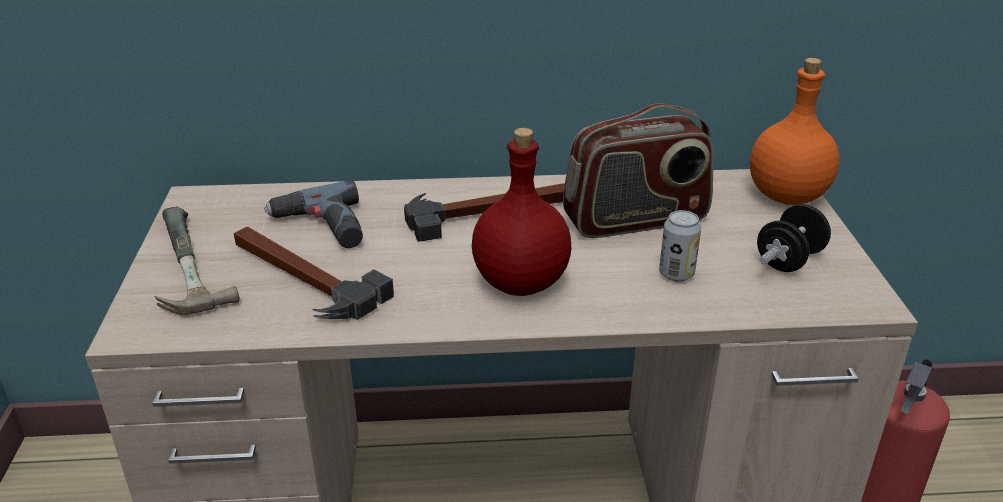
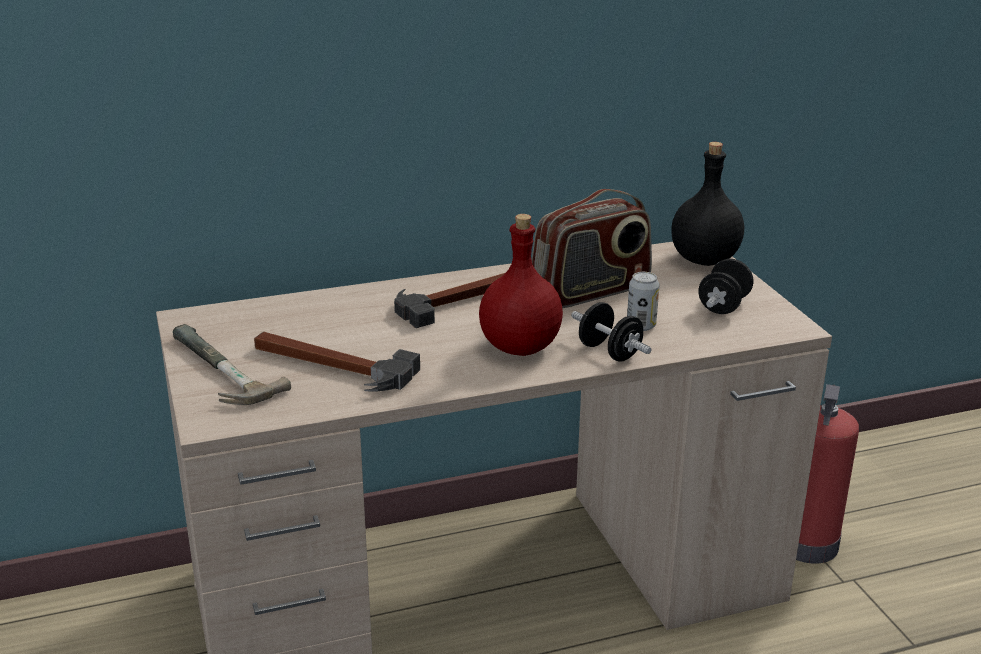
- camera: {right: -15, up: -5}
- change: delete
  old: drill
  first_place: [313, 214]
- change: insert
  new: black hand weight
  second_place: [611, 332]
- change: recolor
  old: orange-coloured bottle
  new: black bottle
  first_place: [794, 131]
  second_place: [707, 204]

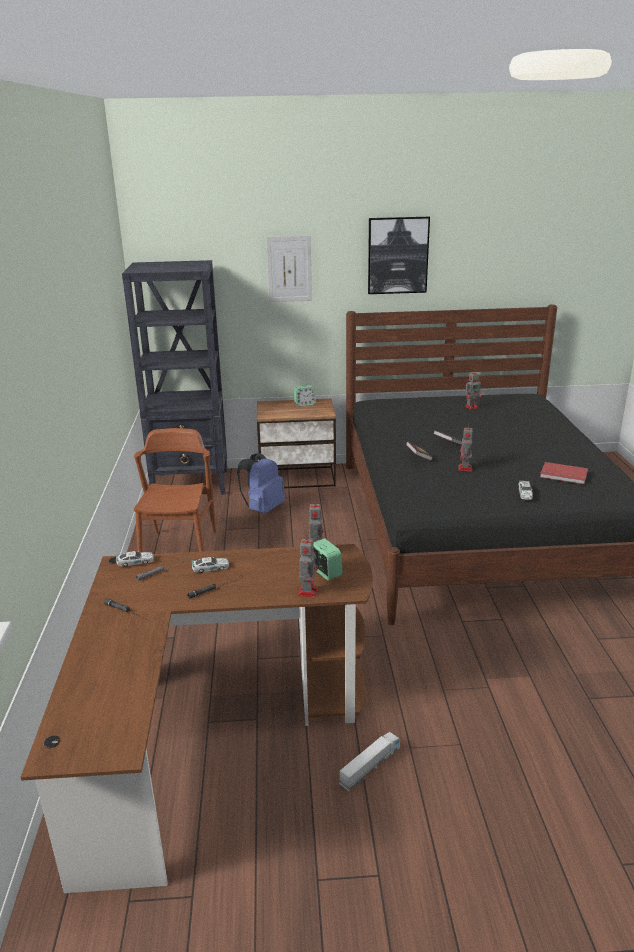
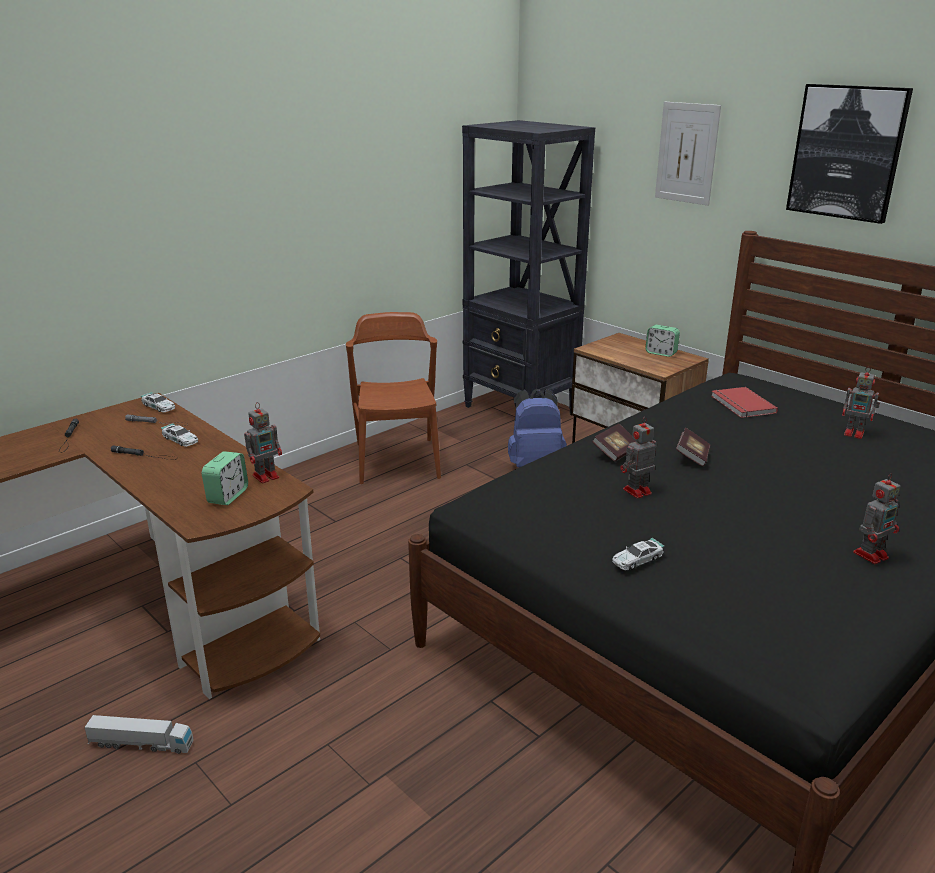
- camera: {right: 50, up: 0}
- change: move
  old: model robot
  first_place: [308, 566]
  second_place: [876, 518]
- change: move
  old: red volume
  first_place: [564, 473]
  second_place: [744, 402]
- change: rotate
  old: brown plain chair
  first_place: [175, 490]
  second_place: [393, 398]
  degrees: -60

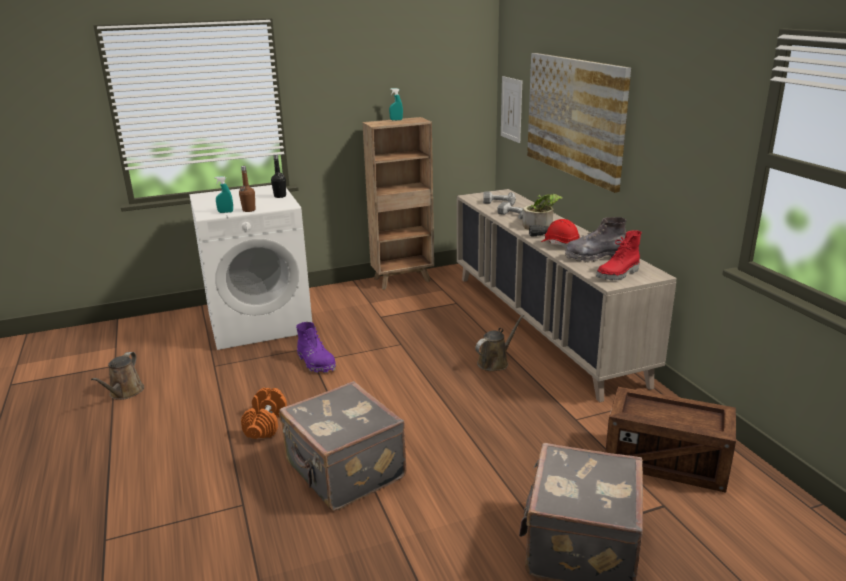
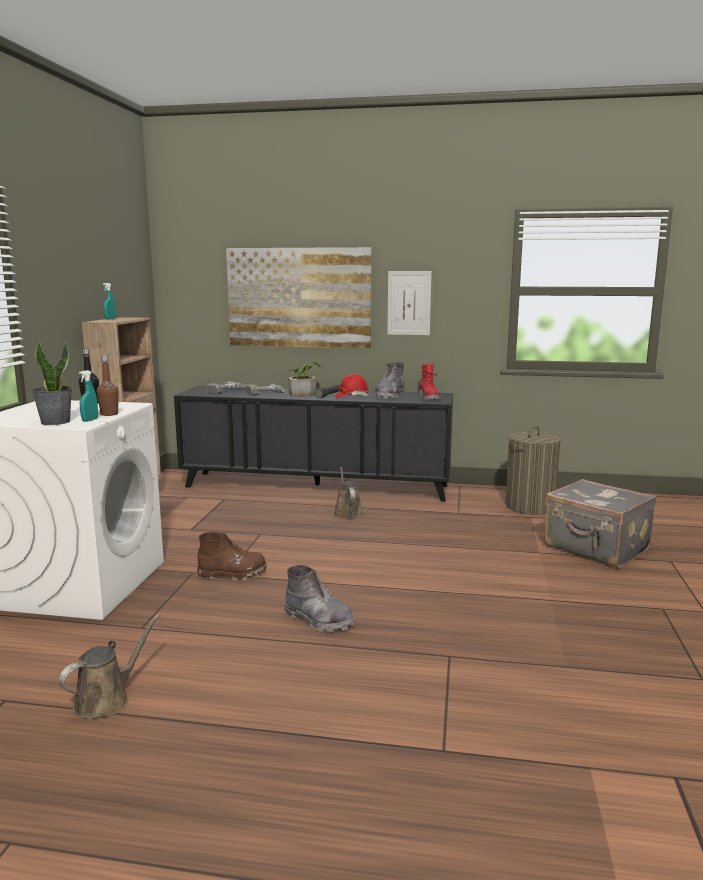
- camera: {right: -60, up: -10}
- change: delete
  old: grey piece of luggage
  first_place: [342, 446]
- change: insert
  new: houseplant
  second_place: [51, 383]
- change: move
  old: wall art
  first_place: [511, 109]
  second_place: [409, 303]
- change: replace
  old: orange-coloured hand weight
  new: grey high-top boot
  first_place: [264, 413]
  second_place: [319, 598]
- change: replace
  old: crate
  new: laundry basket
  first_place: [670, 440]
  second_place: [533, 470]
- change: recolor
  old: purple high-top boot
  new: brown high-top boot
  first_place: [316, 347]
  second_place: [232, 556]
- change: recolor
  old: sand-coloured cabinet
  new: black cabinet
  first_place: [567, 295]
  second_place: [313, 444]
- change: rotate
  old: brown sprinkling can
  first_place: [117, 376]
  second_place: [109, 667]
  degrees: -90

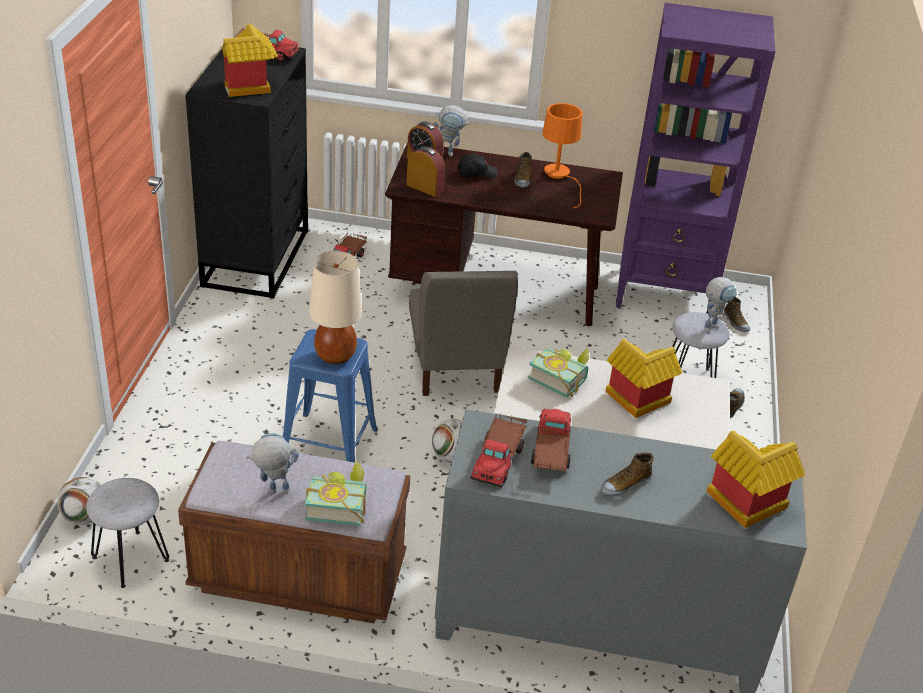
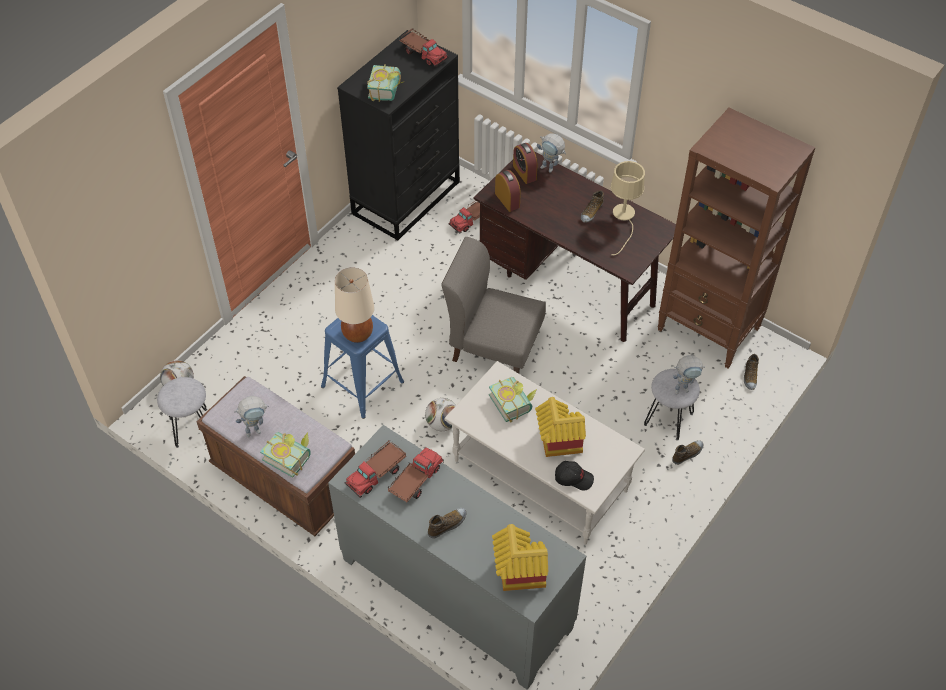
- camera: {right: 30, up: 15}
- change: move
  old: black cap
  first_place: [478, 166]
  second_place: [574, 476]
- change: replace
  old: toy house
  new: volume
  first_place: [250, 60]
  second_place: [386, 83]
- change: recolor
  old: orange-coloured tabletop lamp
  new: sand-coloured tabletop lamp
  first_place: [562, 155]
  second_place: [628, 208]
- change: recolor
  old: purple bookcase
  new: brown bookcase
  first_place: [696, 158]
  second_place: [736, 238]
- change: rotate
  old: model robot
  first_place: [272, 463]
  second_place: [251, 417]
  degrees: 135
- change: rotate
  old: grey plain chair
  first_place: [463, 333]
  second_place: [493, 305]
  degrees: 90
- change: rotate
  old: item of footwear
  first_place: [627, 474]
  second_place: [447, 523]
  degrees: 150

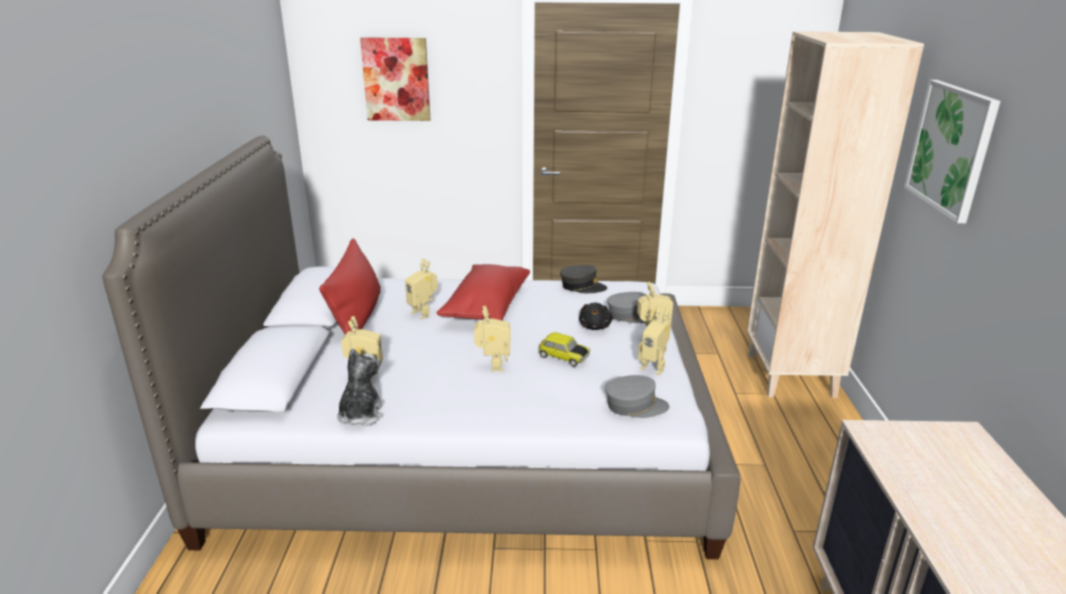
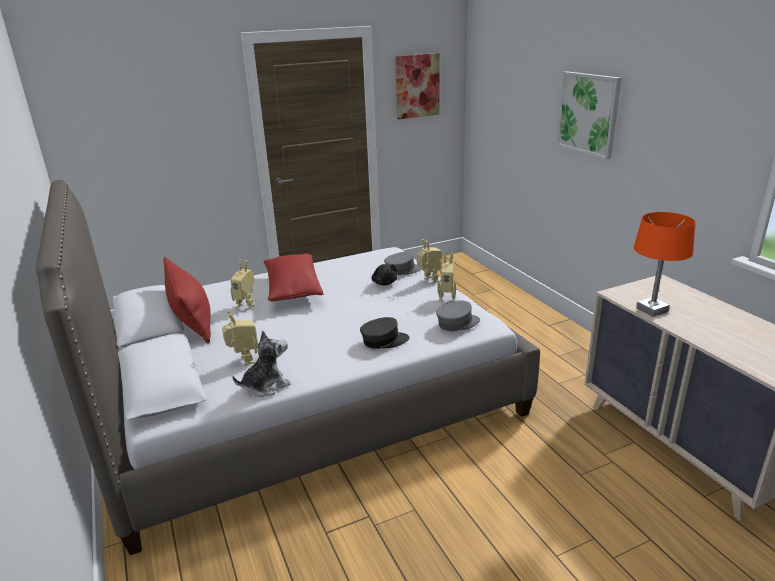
- camera: {right: -25, up: 0}
- change: delete
  old: model robot
  first_place: [492, 339]
- change: delete
  old: miniature car
  first_place: [564, 349]
- change: delete
  old: sand-coloured bookcase
  first_place: [835, 214]
- change: insert
  new: orange-coloured tabletop lamp
  second_place: [665, 264]
- change: move
  old: wall art
  first_place: [395, 79]
  second_place: [417, 86]
- change: move
  old: grey cap
  first_place: [583, 279]
  second_place: [385, 333]
- change: rotate
  old: cuddly toy
  first_place: [361, 387]
  second_place: [261, 364]
  degrees: 75

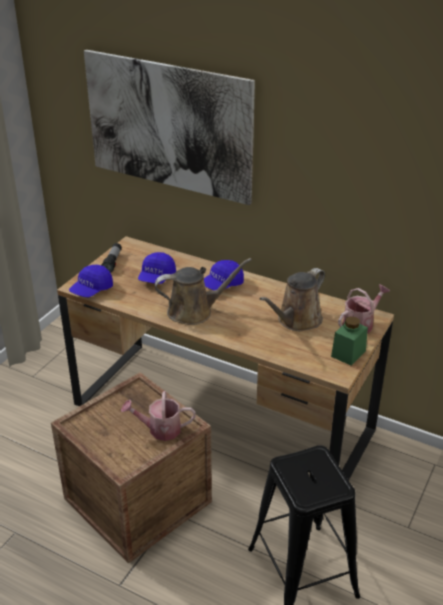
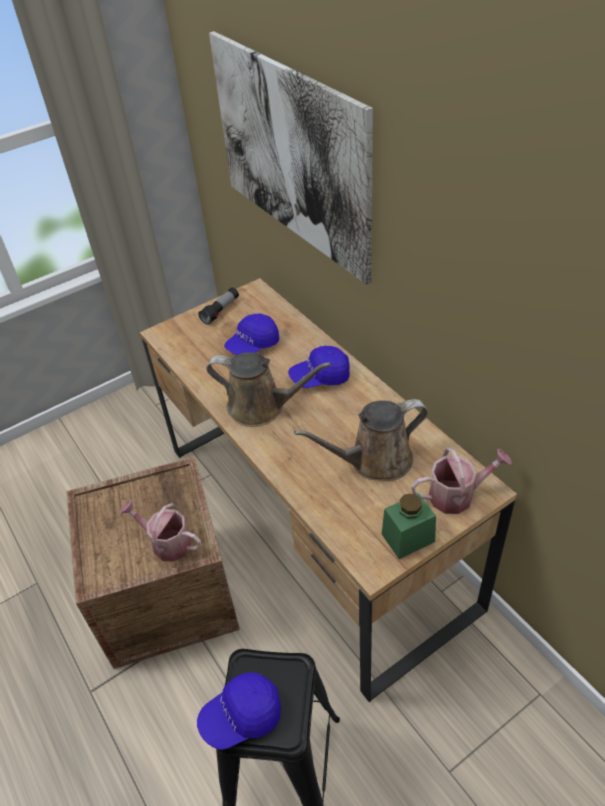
- camera: {right: 30, up: 10}
- change: move
  old: blue cap
  first_place: [91, 281]
  second_place: [239, 711]

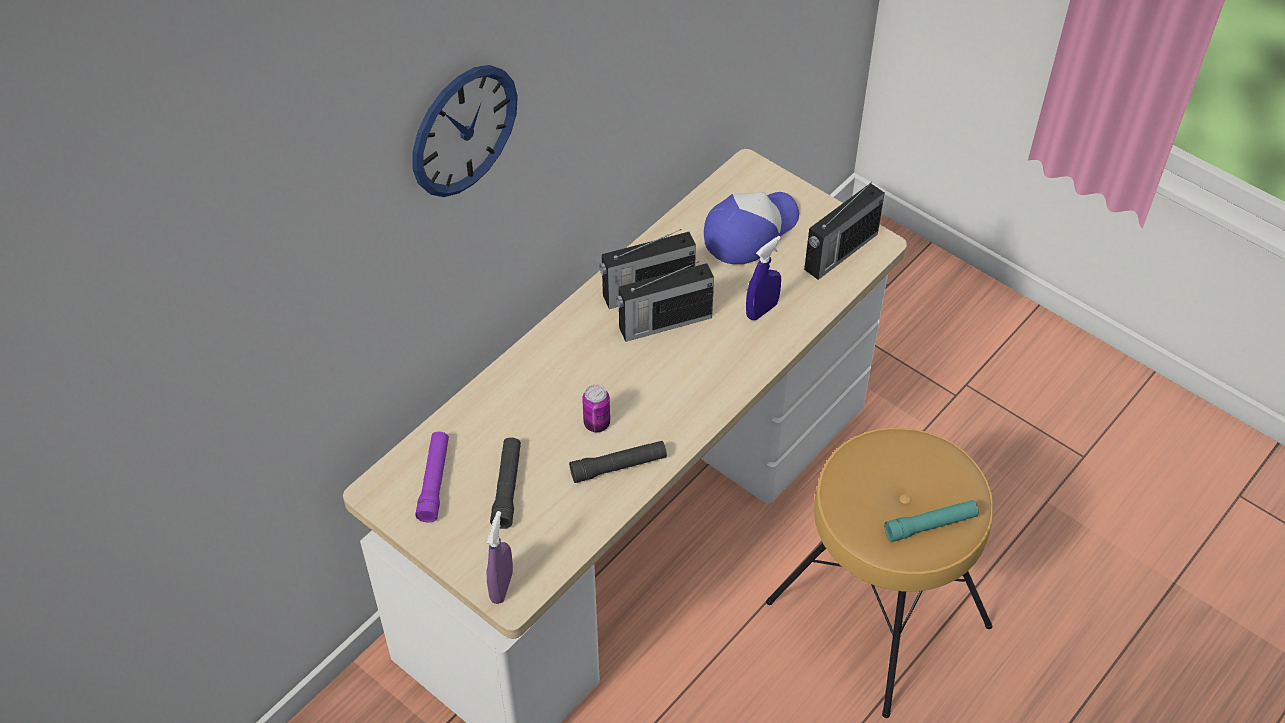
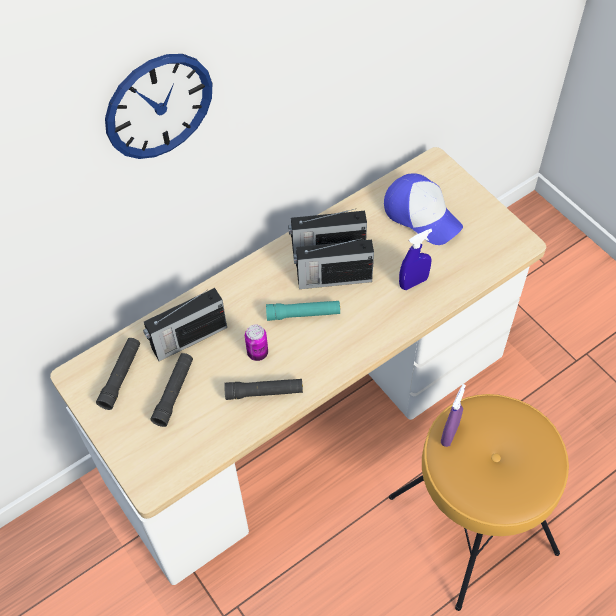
- camera: {right: 15, up: 5}
- change: move
  old: purple spray bottle
  first_place: [500, 557]
  second_place: [453, 415]
- change: move
  old: radio set
  first_place: [844, 231]
  second_place: [185, 324]
- change: move
  old: turquoise hand torch
  first_place: [931, 521]
  second_place: [303, 311]
- change: recolor
  old: purple hand torch
  new: black hand torch
  first_place: [432, 477]
  second_place: [118, 374]
- change: rotate
  old: cap
  first_place: [751, 228]
  second_place: [423, 209]
  degrees: 75

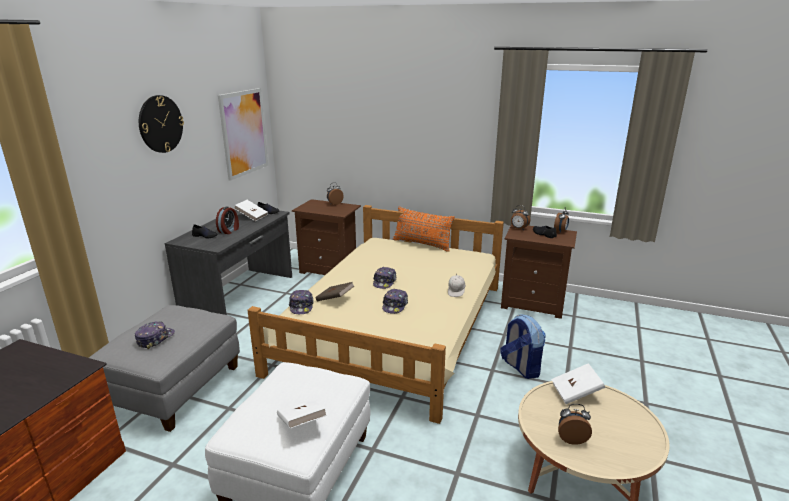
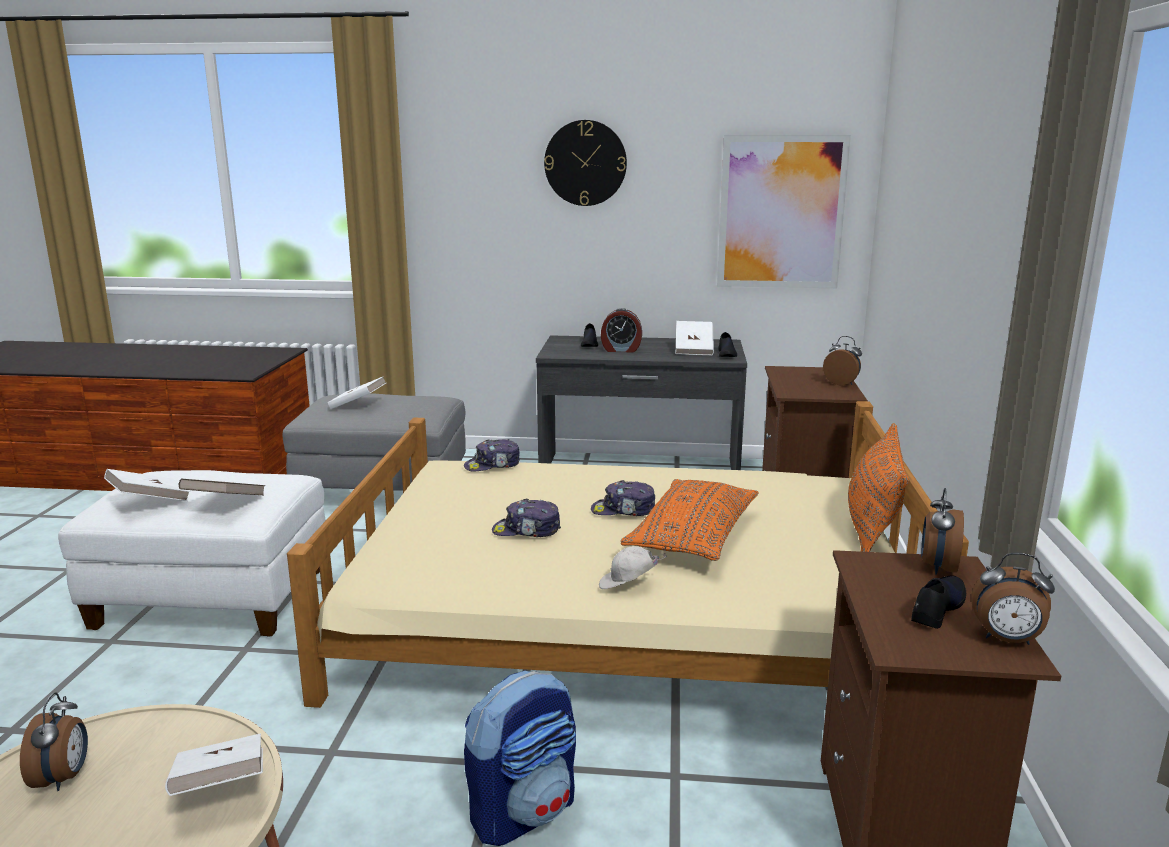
- camera: {right: 75, up: -5}
- change: insert
  new: orange-coloured pillow
  second_place: [690, 520]
- change: move
  old: brown volume
  first_place: [335, 291]
  second_place: [222, 487]
- change: replace
  old: cap
  new: whitish volume
  first_place: [155, 335]
  second_place: [357, 392]

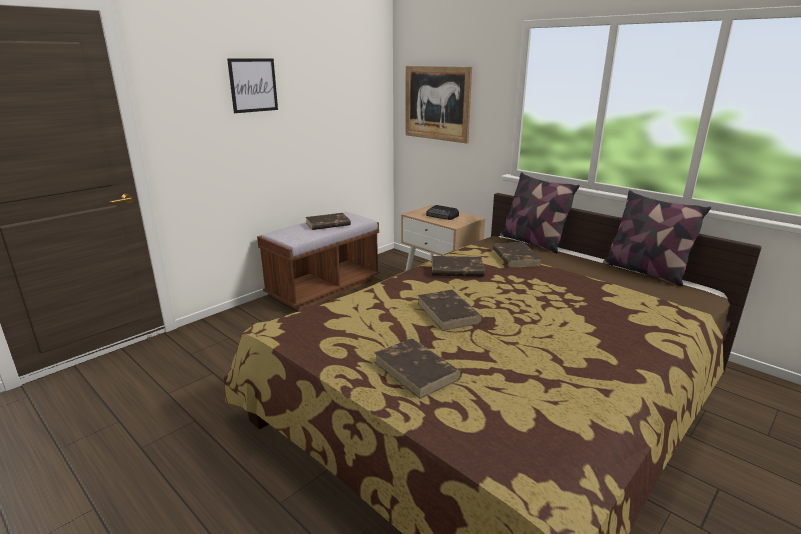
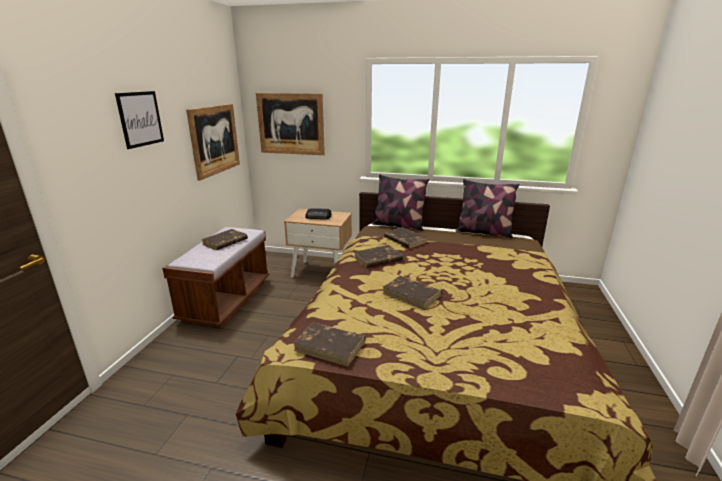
- camera: {right: -30, up: 0}
- change: insert
  new: wall art
  second_place: [213, 142]
- change: move
  old: brown volume
  first_place: [418, 368]
  second_place: [330, 344]

